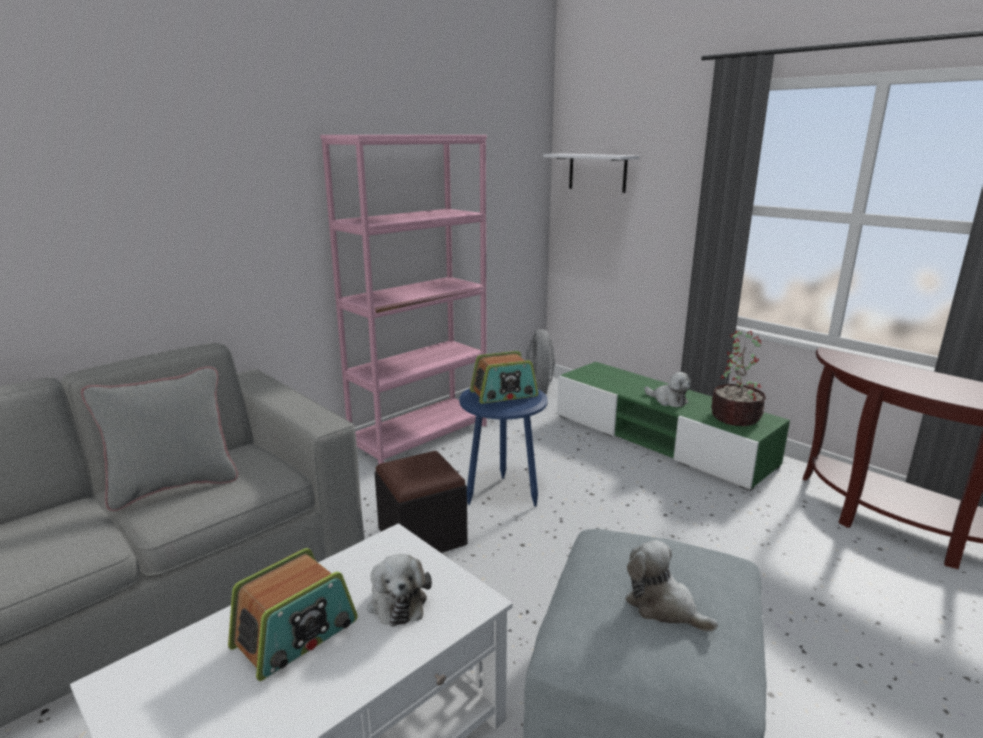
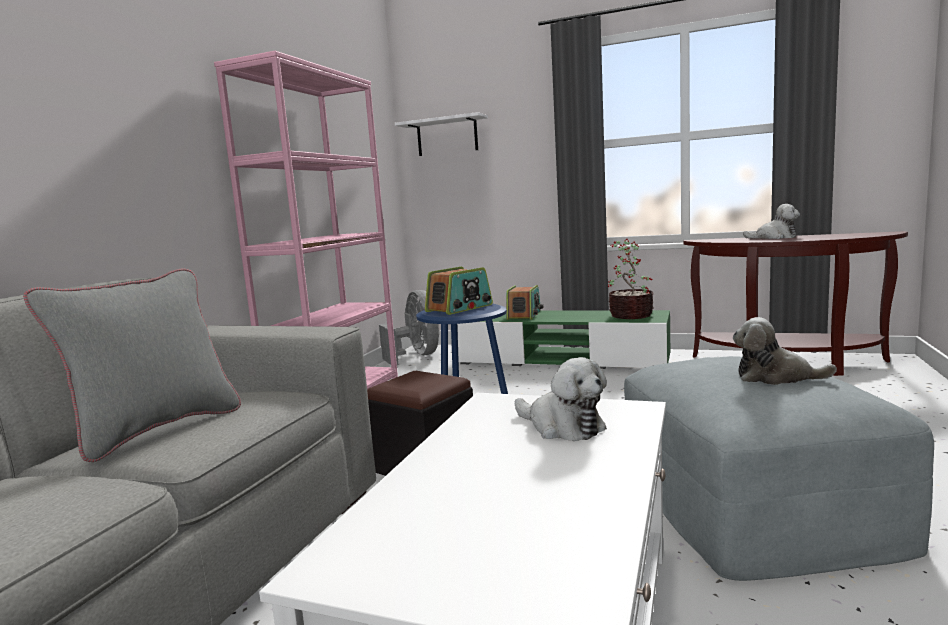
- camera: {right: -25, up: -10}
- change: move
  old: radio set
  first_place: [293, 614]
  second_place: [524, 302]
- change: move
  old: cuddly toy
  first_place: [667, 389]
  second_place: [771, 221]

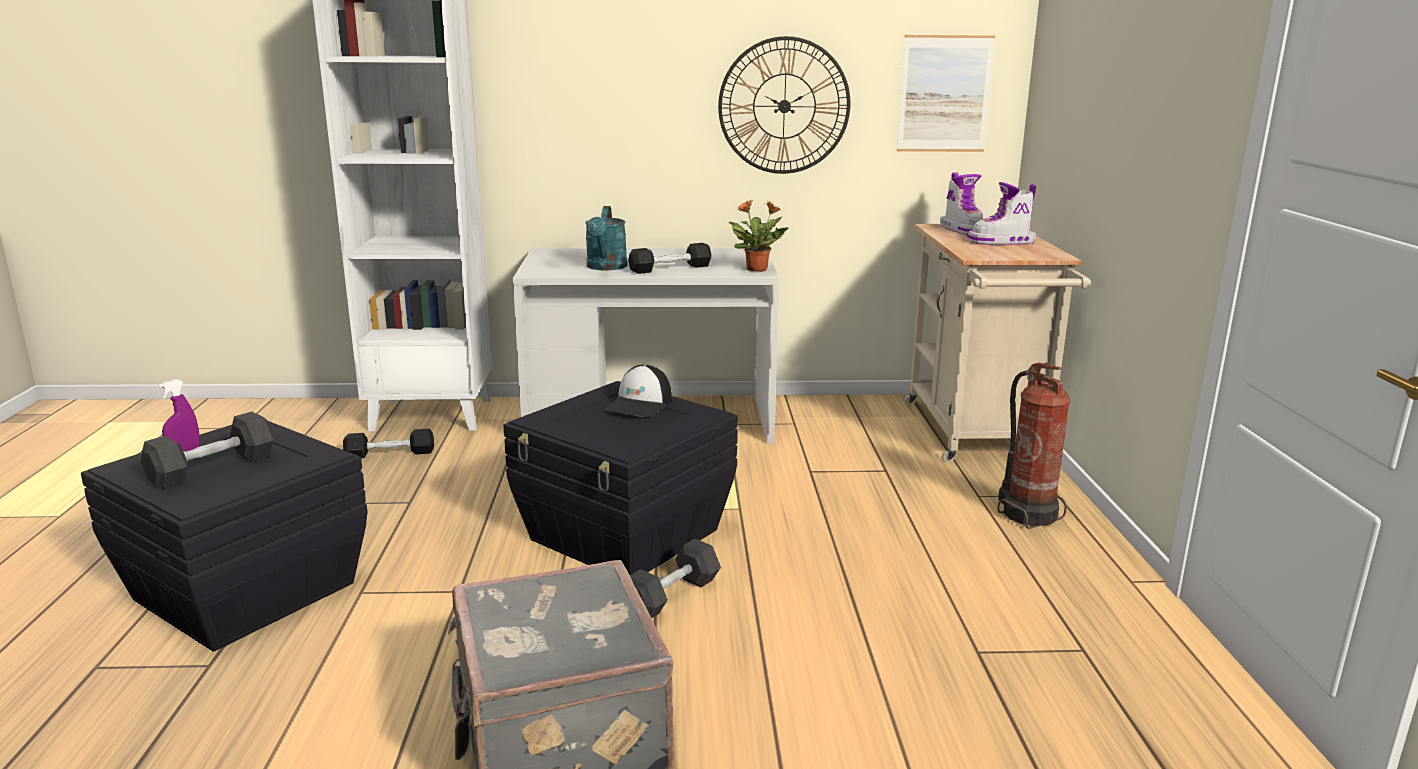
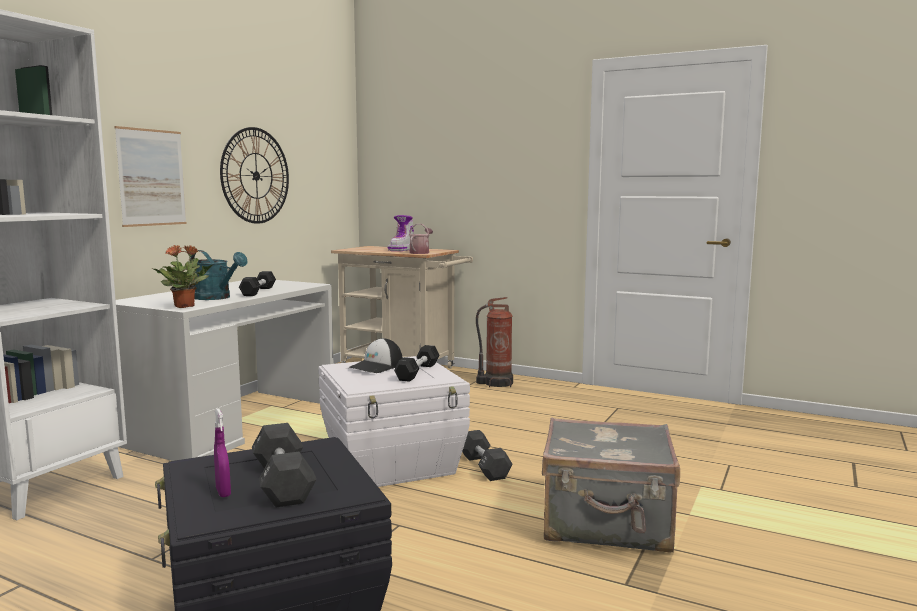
- camera: {right: -60, up: -10}
- change: delete
  old: high-top boot
  first_place: [961, 203]
- change: insert
  new: sprinkling can
  second_place: [421, 239]
- change: move
  old: black hand weight
  first_place: [388, 443]
  second_place: [417, 363]
- change: move
  old: houseplant
  first_place: [758, 236]
  second_place: [183, 276]
- change: move
  old: wall art
  first_place: [946, 93]
  second_place: [150, 176]
- change: recolor
  old: black storage box
  new: whitish storage box
  first_place: [620, 478]
  second_place: [394, 421]
- change: rotate
  old: cap
  first_place: [638, 391]
  second_place: [376, 355]
  degrees: 75

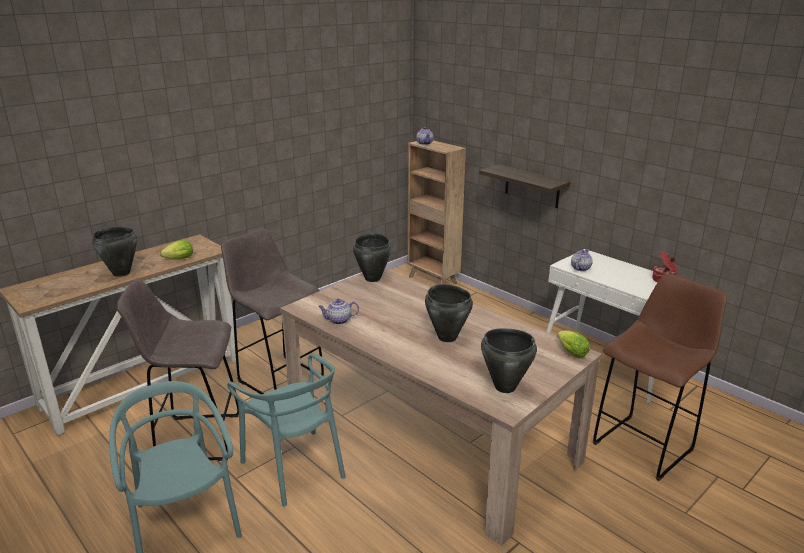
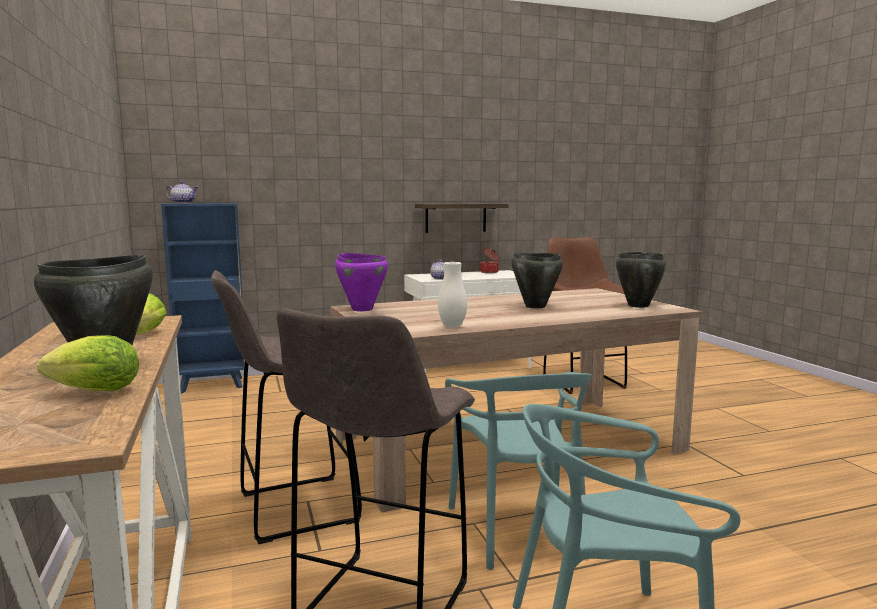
- camera: {right: -65, up: -15}
- change: move
  old: bracket shelf
  first_place: [524, 186]
  second_place: [461, 218]
- change: move
  old: lettuce
  first_place: [573, 344]
  second_place: [88, 363]
- change: replace
  old: teapot
  new: whitish flower vase
  first_place: [338, 311]
  second_place: [452, 294]
- change: recolor
  old: black saucepot
  new: purple saucepot
  first_place: [372, 257]
  second_place: [361, 282]
- change: recolor
  old: brown bookcase
  new: blue bookcase
  first_place: [436, 212]
  second_place: [203, 298]
- change: rotate
  old: turquoise plain chair
  first_place: [286, 429]
  second_place: [518, 471]
  degrees: 90

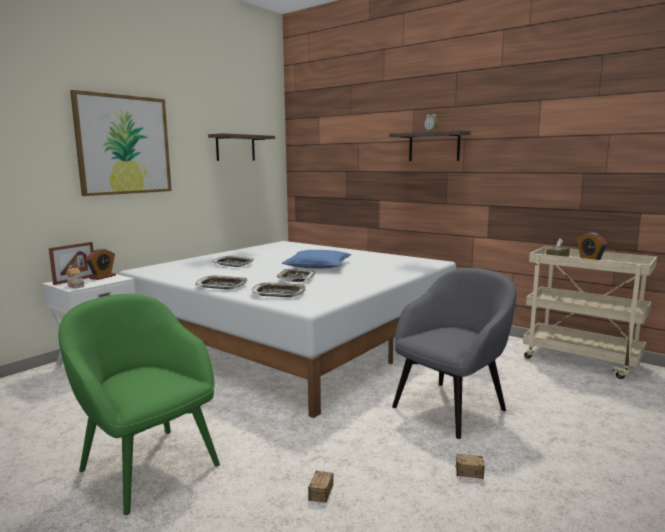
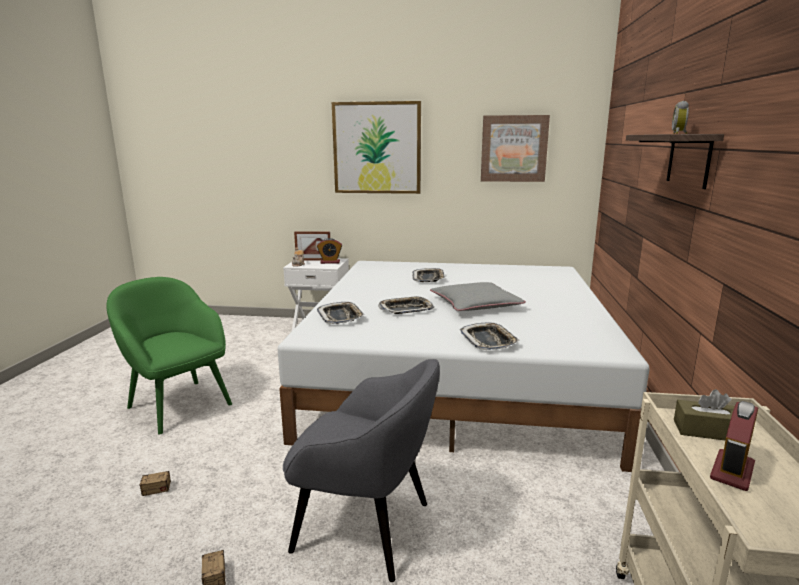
- camera: {right: 60, up: 5}
- change: move
  old: carrying tray
  first_place: [221, 283]
  second_place: [489, 336]
- change: replace
  old: bracket shelf
  new: wall art
  first_place: [241, 147]
  second_place: [515, 148]
- change: recolor
  old: blue pillow
  new: grey pillow
  first_place: [316, 259]
  second_place: [478, 296]
- change: rotate
  old: green-coloured armchair
  first_place: [139, 404]
  second_place: [169, 355]
  degrees: -60

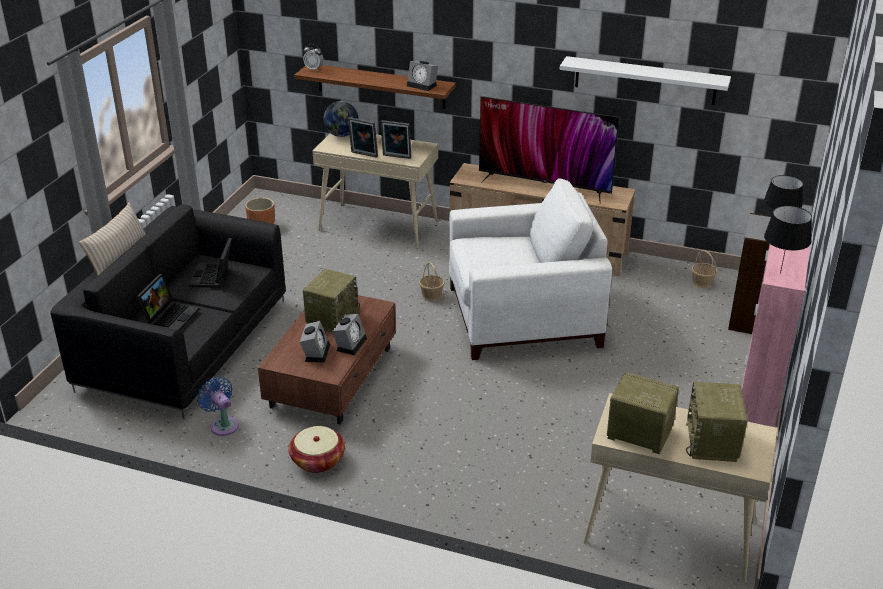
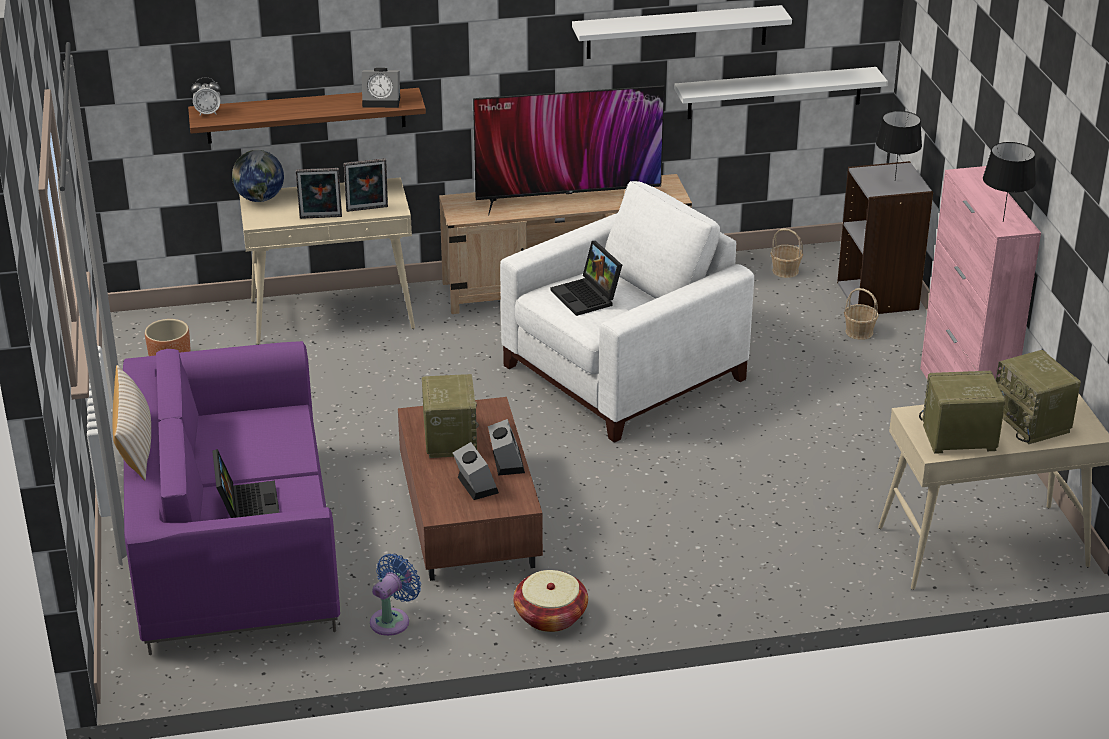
- camera: {right: -30, up: 0}
- change: insert
  new: whitish bracket shelf
  second_place: [781, 93]
- change: move
  old: portable computer
  first_place: [210, 263]
  second_place: [586, 278]
- change: move
  old: basket
  first_place: [432, 282]
  second_place: [861, 314]
- change: recolor
  old: black settee
  new: purple settee
  first_place: [168, 311]
  second_place: [231, 498]
- change: rotate
  old: blue cooling fan
  first_place: [218, 406]
  second_place: [395, 595]
  degrees: 105

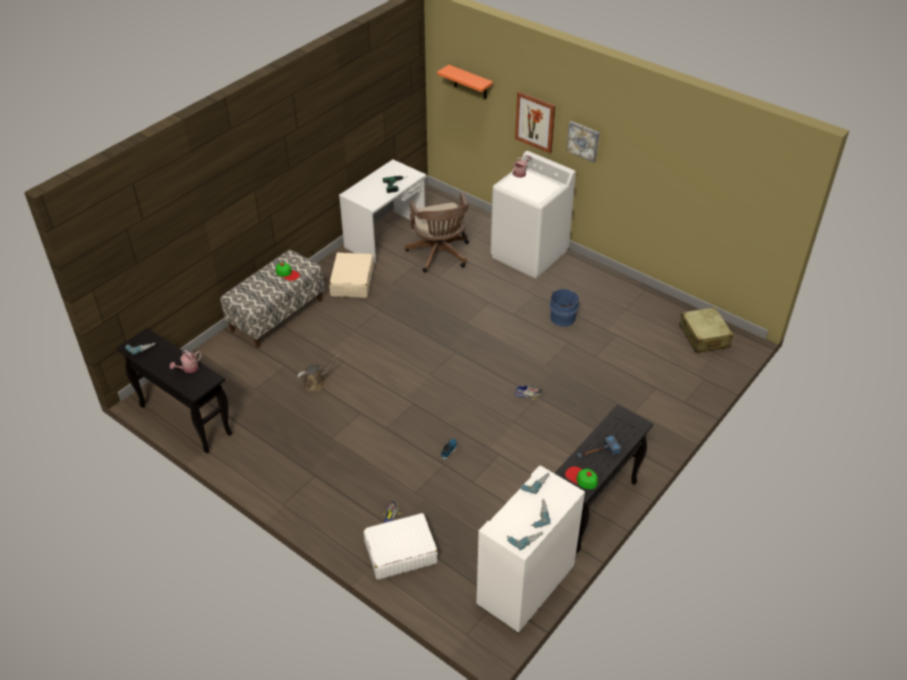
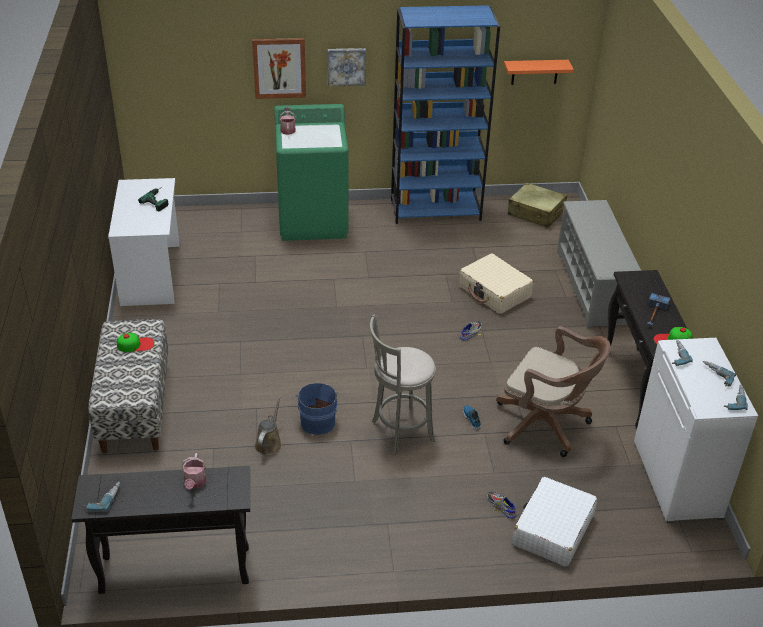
- camera: {right: -45, up: -5}
- change: insert
  new: grey stool
  second_place: [402, 384]
- change: insert
  new: blue bookcase
  second_place: [445, 114]
- change: insert
  new: grey shoe stand
  second_place: [599, 264]
- change: move
  old: sand-coloured piece of luggage
  first_place: [351, 275]
  second_place: [496, 283]
- change: move
  old: brown desk chair
  first_place: [437, 233]
  second_place: [553, 391]
- change: move
  old: orange-coloured bracket shelf
  first_place: [465, 82]
  second_place: [539, 72]
- change: move
  old: blue water bucket
  first_place: [566, 308]
  second_place: [317, 409]
- change: recolor
  old: whitish laundry appliance
  new: green-coloured laundry appliance
  first_place: [533, 214]
  second_place: [311, 172]

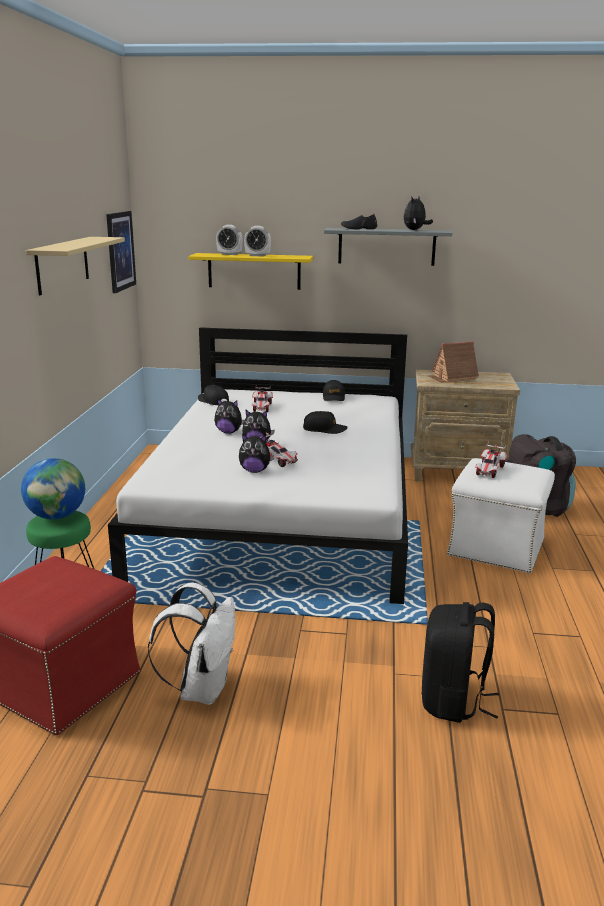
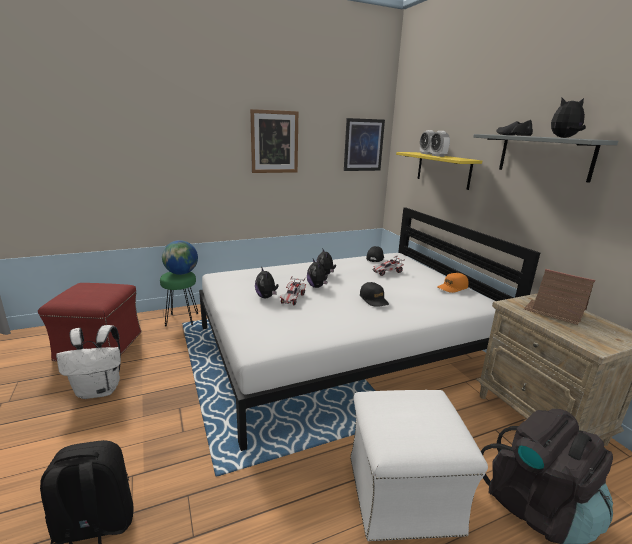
- camera: {right: 60, up: 0}
- change: delete
  old: miniature car
  first_place: [491, 460]
- change: replace
  old: sand-coloured bracket shelf
  new: wall art
  first_place: [75, 266]
  second_place: [274, 141]
- change: recolor
  old: black cap
  new: orange-coloured cap
  first_place: [334, 390]
  second_place: [453, 283]

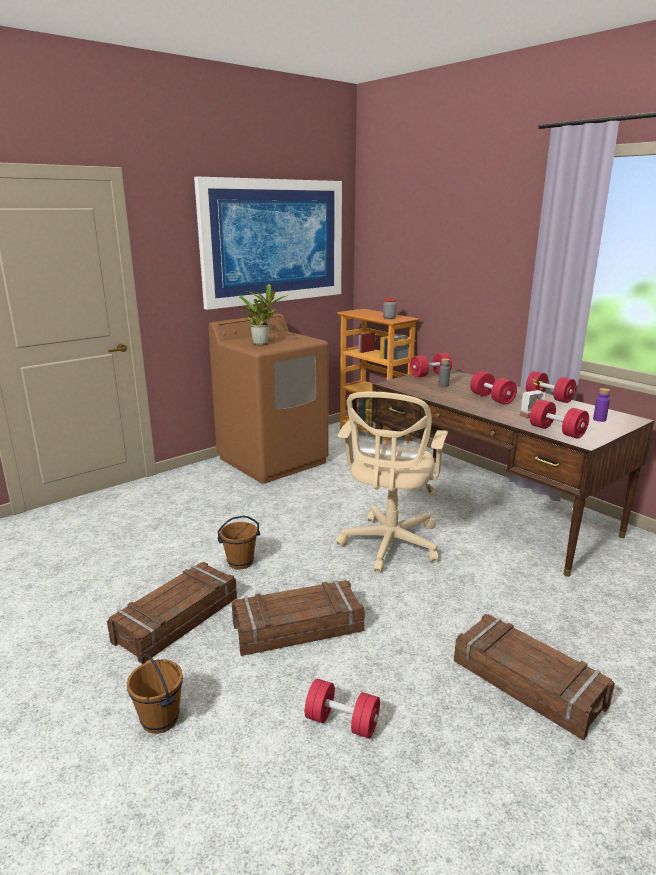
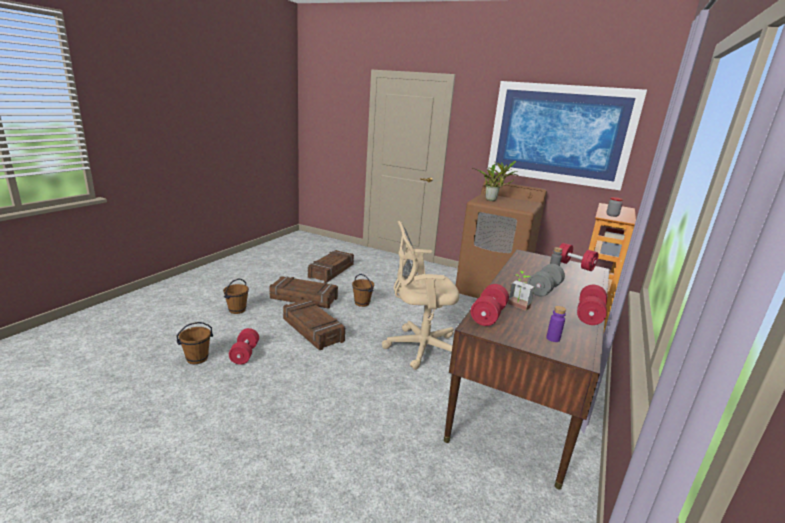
- camera: {right: 65, up: 0}
- change: insert
  new: brown water bucket
  second_place: [194, 343]
- change: move
  old: crate
  first_place: [534, 677]
  second_place: [331, 266]
- change: recolor
  old: red hand weight
  new: grey hand weight
  first_place: [493, 388]
  second_place: [546, 280]

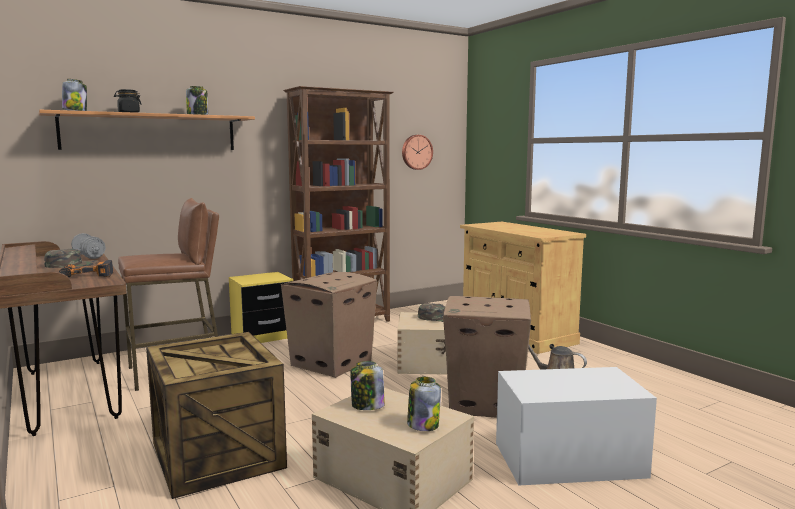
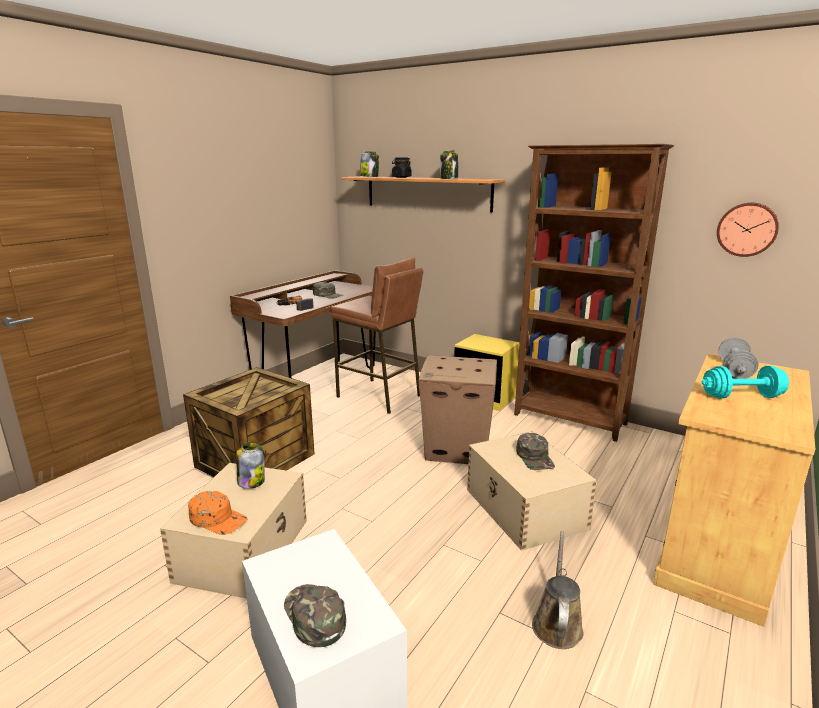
- camera: {right: 65, up: 10}
- change: delete
  old: carton
  first_place: [487, 357]
- change: insert
  new: green-coloured cap
  second_place: [315, 615]
- change: insert
  new: turquoise hand weight
  second_place: [745, 382]
- change: move
  old: grey hand weight
  first_place: [88, 246]
  second_place: [738, 358]
- change: replace
  old: jar
  new: orange-coloured cap
  first_place: [424, 404]
  second_place: [217, 513]

